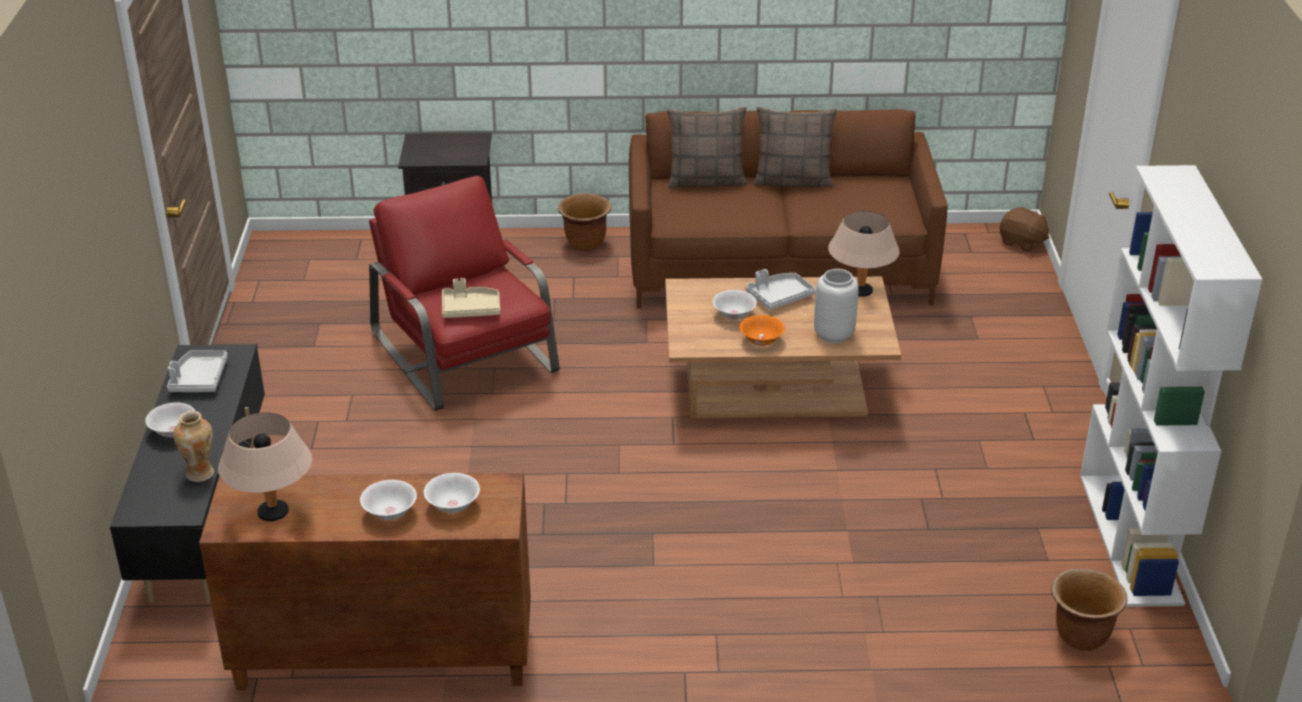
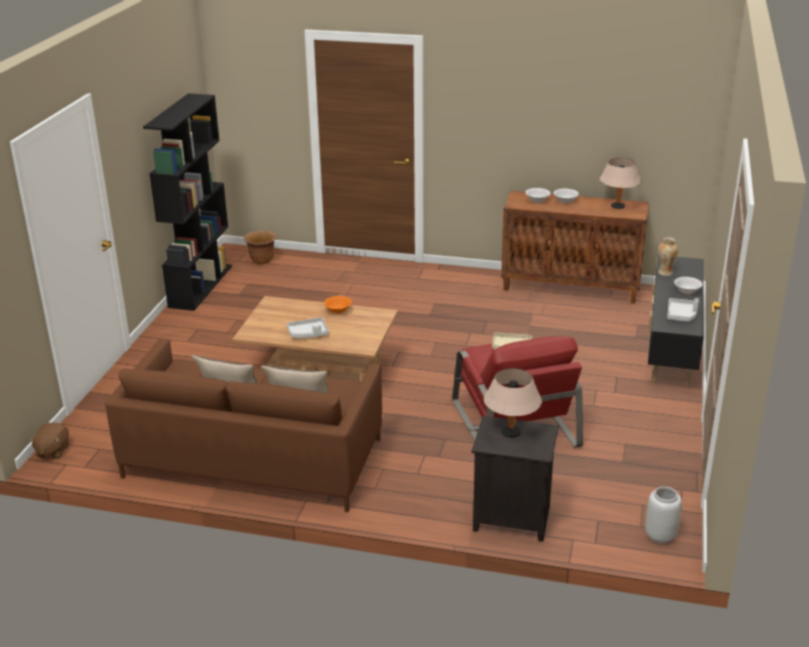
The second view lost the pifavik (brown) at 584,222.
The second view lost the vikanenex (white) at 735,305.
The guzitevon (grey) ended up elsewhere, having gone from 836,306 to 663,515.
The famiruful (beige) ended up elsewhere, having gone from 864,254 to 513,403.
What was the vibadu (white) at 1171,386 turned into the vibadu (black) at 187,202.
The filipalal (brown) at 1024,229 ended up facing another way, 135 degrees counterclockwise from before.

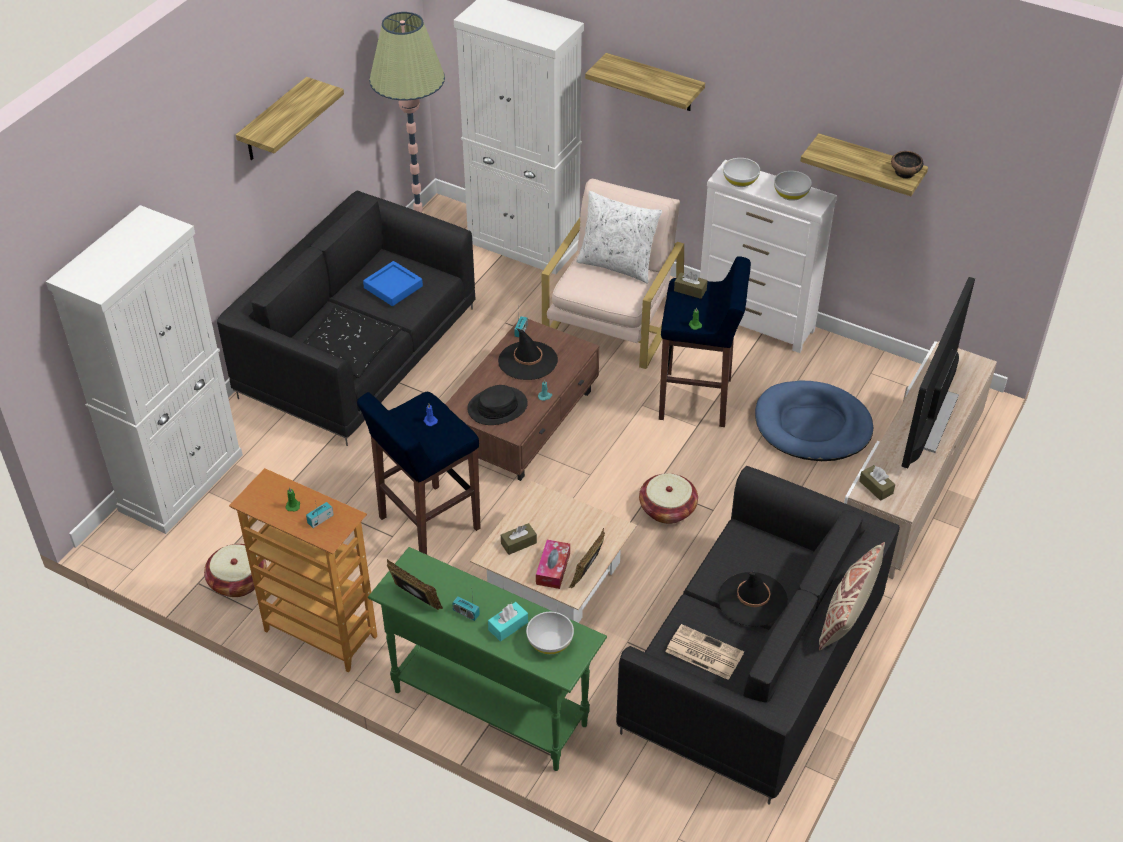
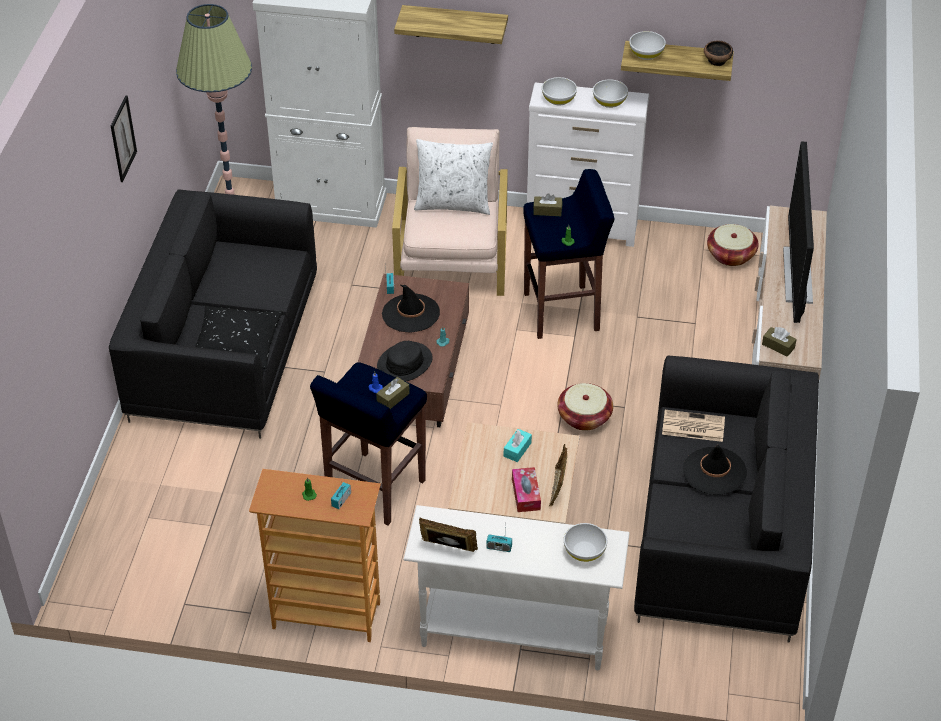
The second view lost the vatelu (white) at 144,369.
The second view lost the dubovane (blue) at 393,283.
The second view lost the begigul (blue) at 814,420.
The second view lost the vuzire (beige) at 852,596.
The second view gained the vikanenex (white) at 647,45.
The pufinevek ended up elsewhere, having gone from 235,570 to 732,245.
The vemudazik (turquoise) ended up elsewhere, having gone from 508,621 to 518,445.
The vemudazik (brown) ended up elsewhere, having gone from 519,539 to 393,393.
The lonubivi ended up elsewhere, having gone from 704,652 to 693,426.
Where the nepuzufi hung at 290,118, the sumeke came to hang at 124,139.
What was the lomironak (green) at 487,659 turned into the lomironak (white) at 516,588.

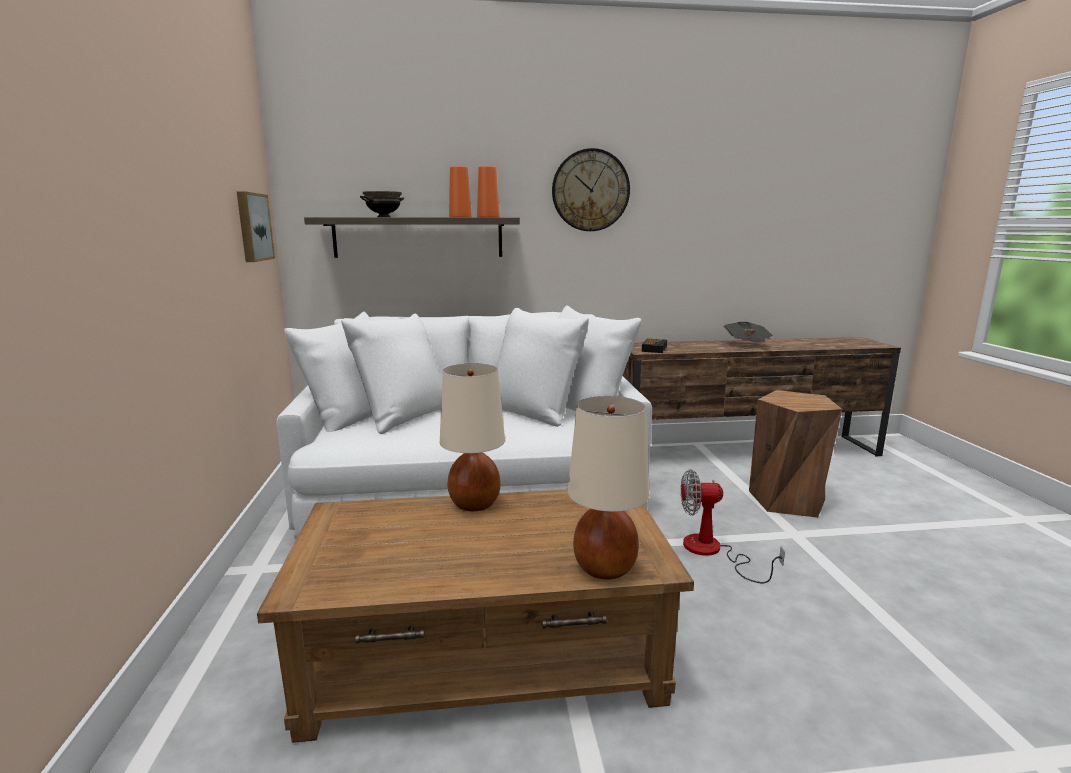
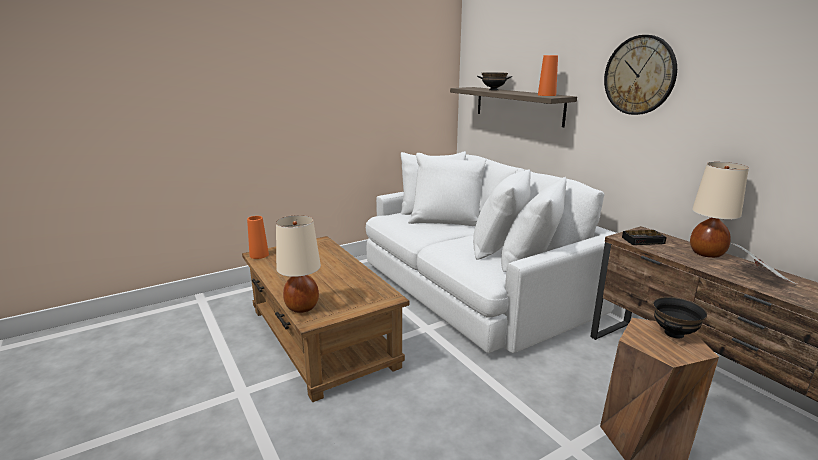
The second view lost the sumeke at 256,226.
The second view lost the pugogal at 733,526.
The second view gained the vikanenex (black) at 680,318.
The famiruful (beige) ended up elsewhere, having gone from 472,437 to 719,210.
The guzitevon (orange) ended up elsewhere, having gone from 460,191 to 258,237.

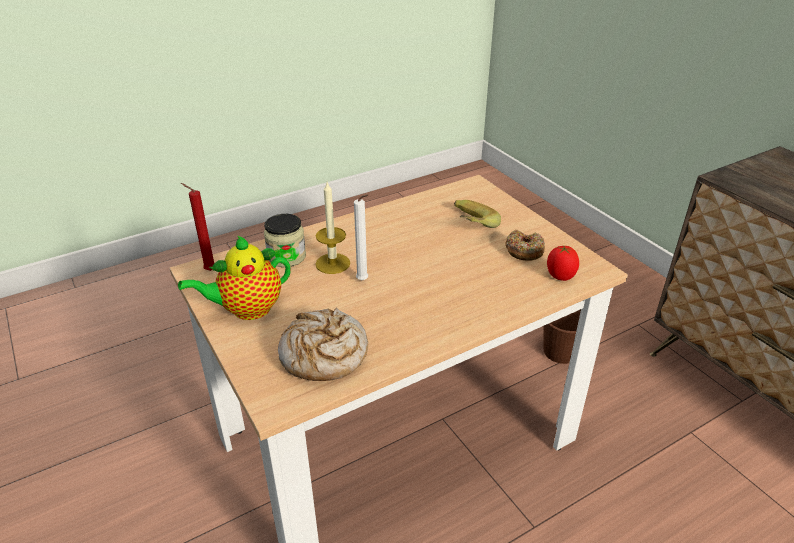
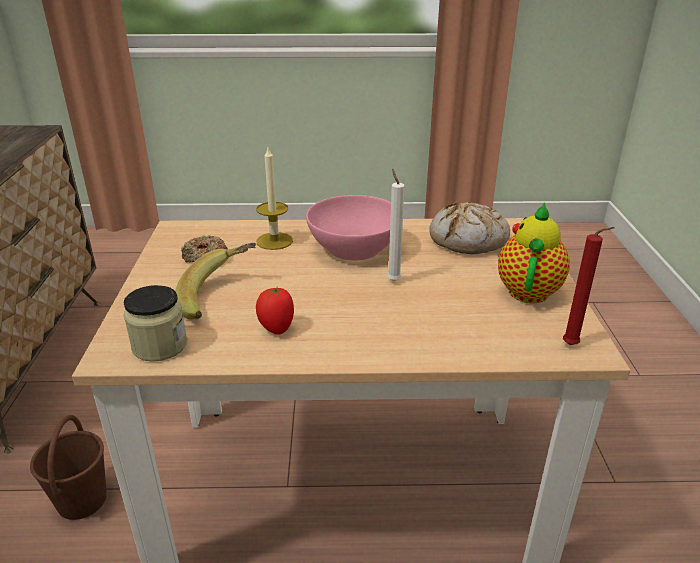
The second view gained the vikanenex (pink) at 348,227.
The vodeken ended up elsewhere, having gone from 285,240 to 155,323.
The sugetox ended up elsewhere, having gone from 332,228 to 274,199.
The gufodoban ended up elsewhere, having gone from 563,263 to 275,310.
The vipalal at 234,278 ended up facing another way, 75 degrees counterclockwise from before.

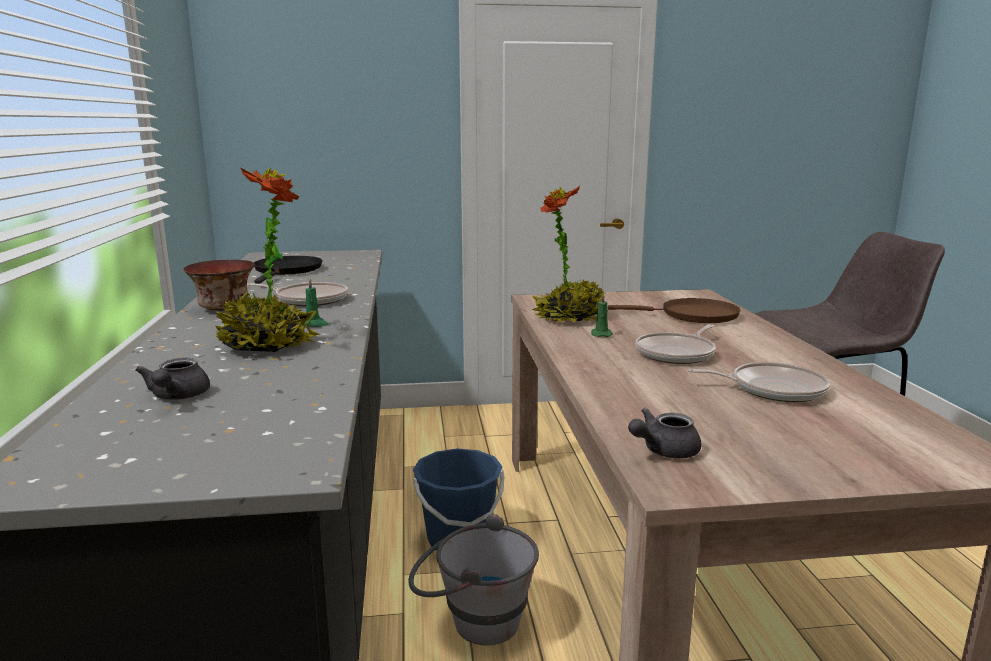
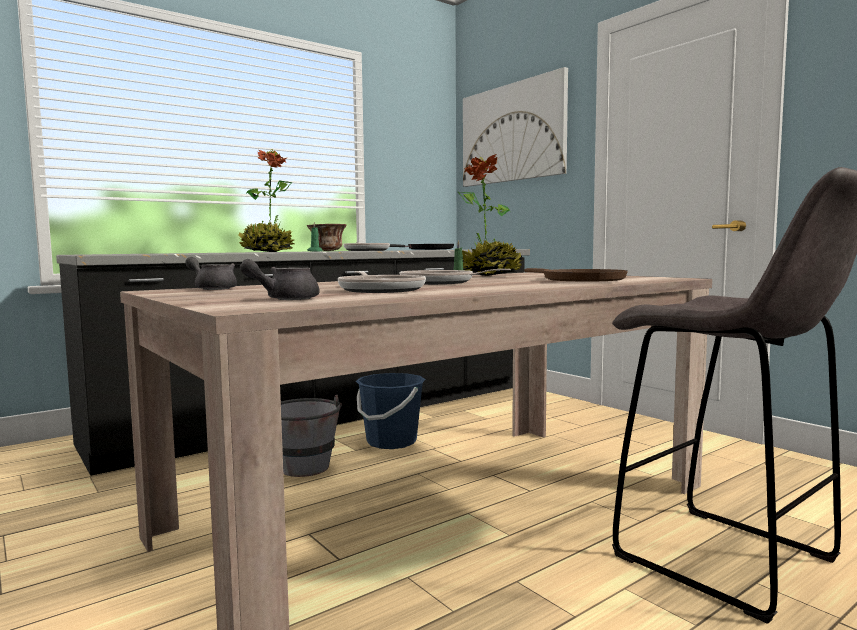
The second view gained the sumeke at 515,127.
The vipalal (grey) ended up elsewhere, having gone from 172,379 to 280,279.

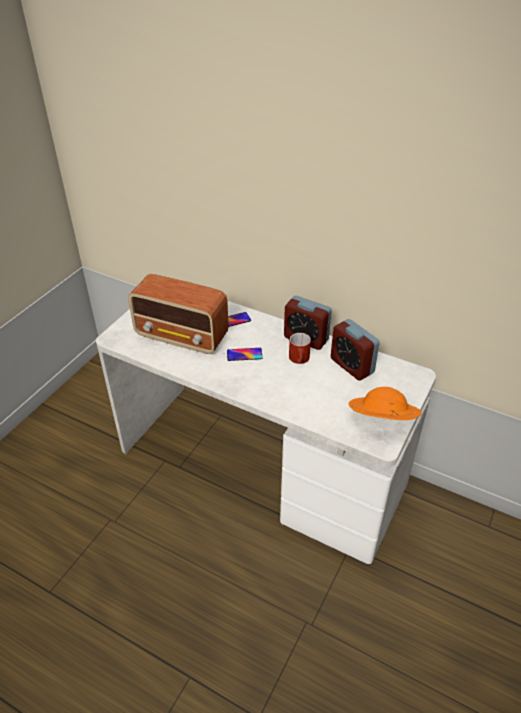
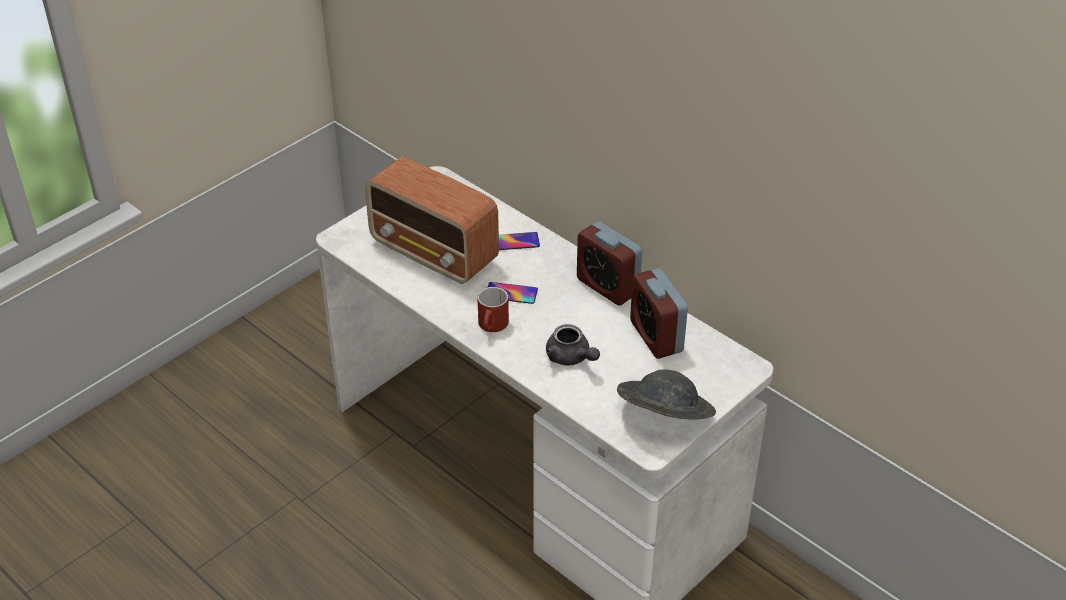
The second view gained the vipalal (grey) at 573,344.
The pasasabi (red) ended up elsewhere, having gone from 300,348 to 493,309.
What was the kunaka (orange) at 385,403 turned into the kunaka (grey) at 666,395.

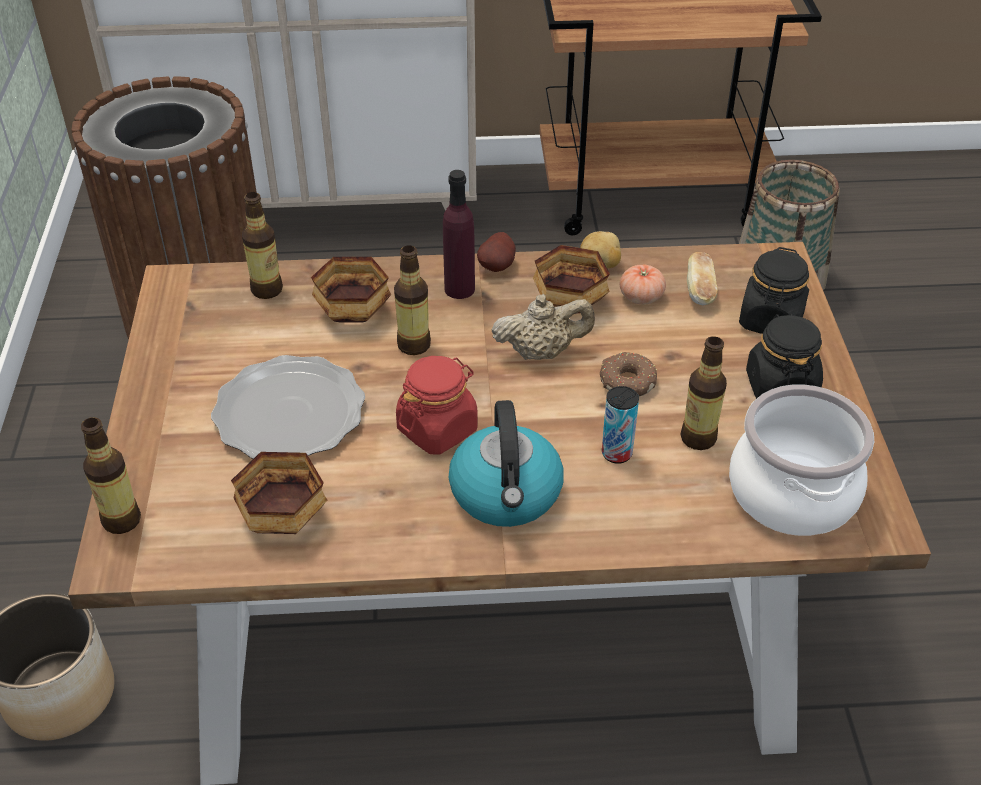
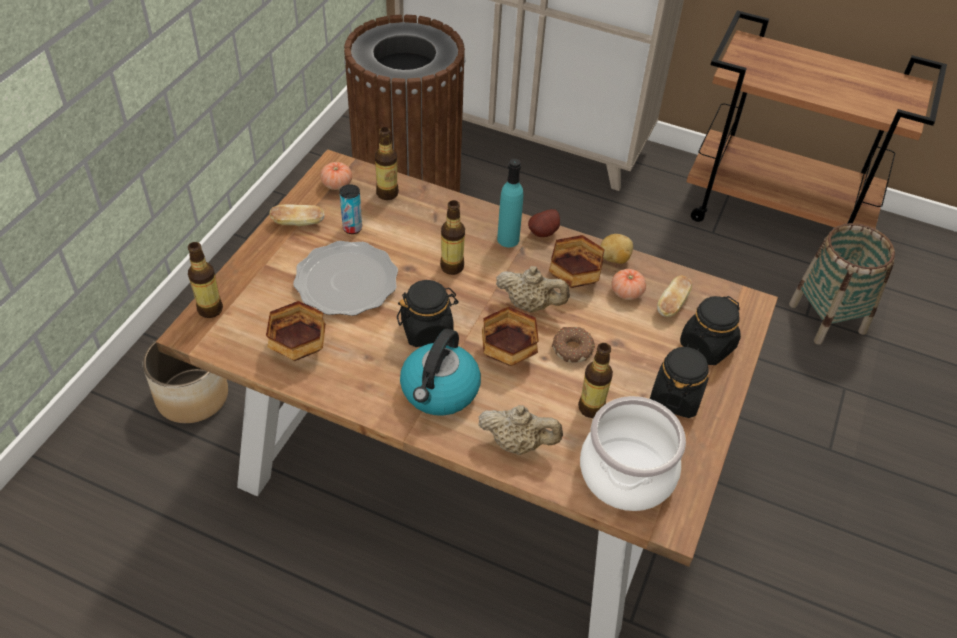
The second view gained the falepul at 296,215.
The second view gained the gufodoban at 336,176.
The second view gained the vipalal (beige) at 520,430.
The vikanenex ended up elsewhere, having gone from 351,290 to 510,336.
The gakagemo ended up elsewhere, having gone from 620,425 to 350,209.
What was the vodeken (red) at 437,405 turned into the vodeken (black) at 428,313.
What was the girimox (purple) at 459,234 turned into the girimox (turquoise) at 510,203.

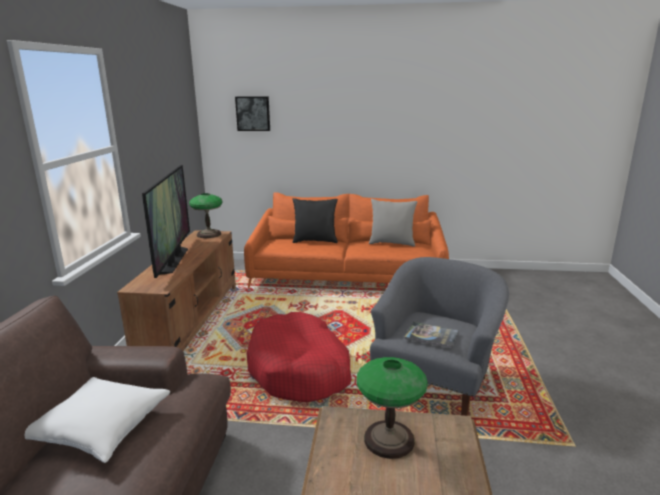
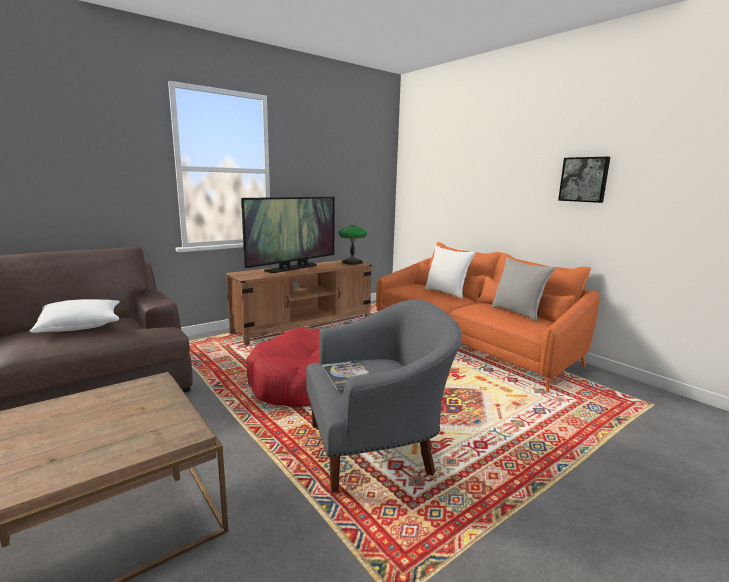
The second view lost the famiruful at 392,408.
The sumeke ended up elsewhere, having gone from 252,113 to 584,180.
What was the vuzire (black) at 315,220 turned into the vuzire (white) at 450,272.

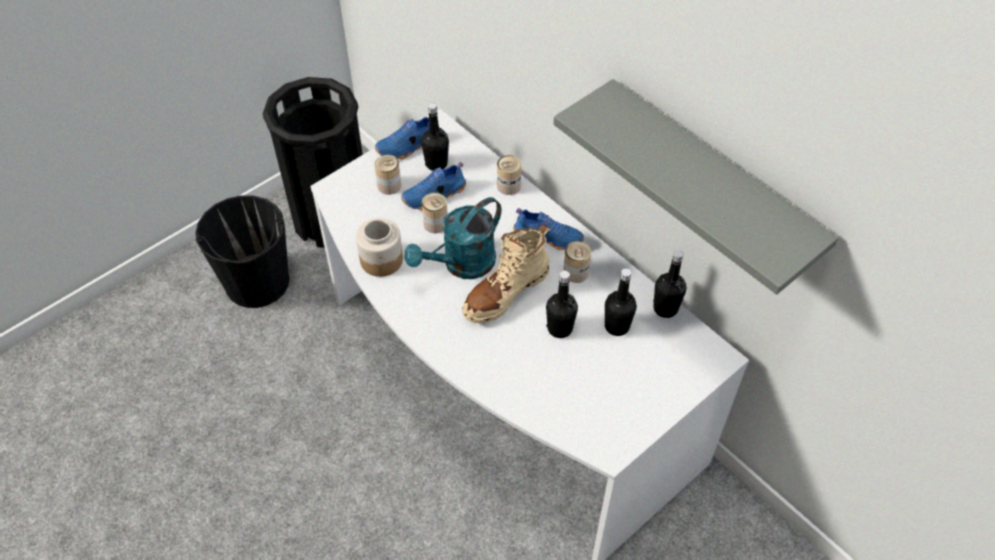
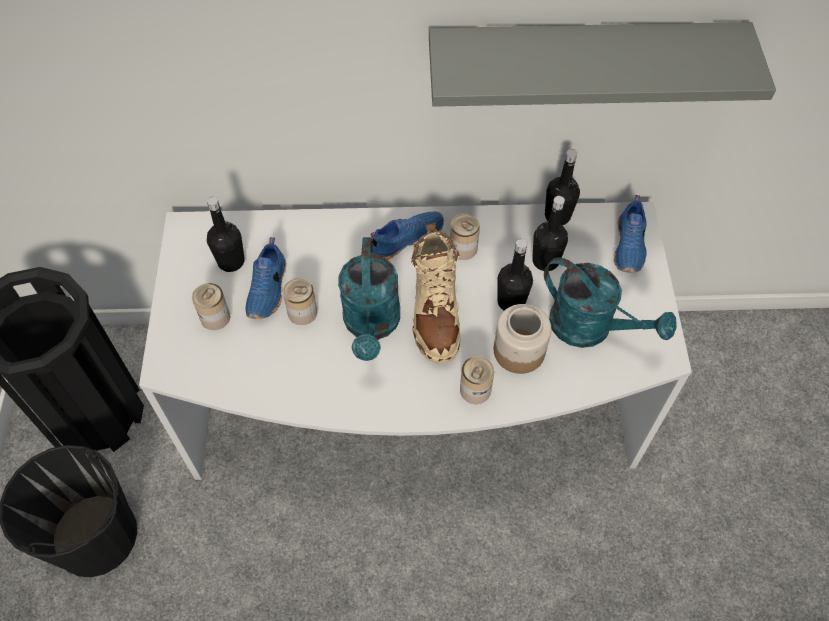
The second view gained the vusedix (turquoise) at 610,302.
The vodeken ended up elsewhere, having gone from 379,247 to 522,339.
The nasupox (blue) ended up elsewhere, having gone from 402,138 to 630,234.
The gakagemo ended up elsewhere, having gone from 509,175 to 477,380.

